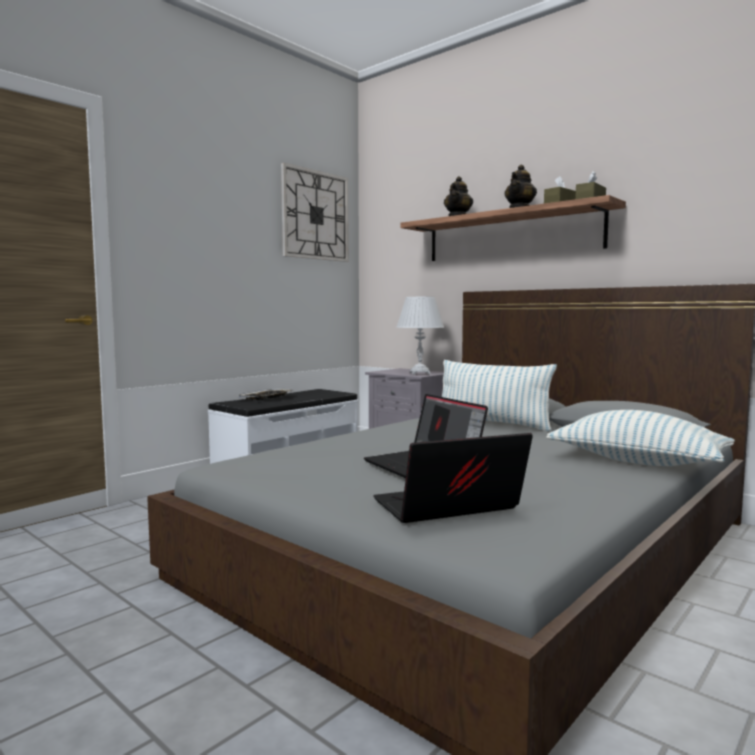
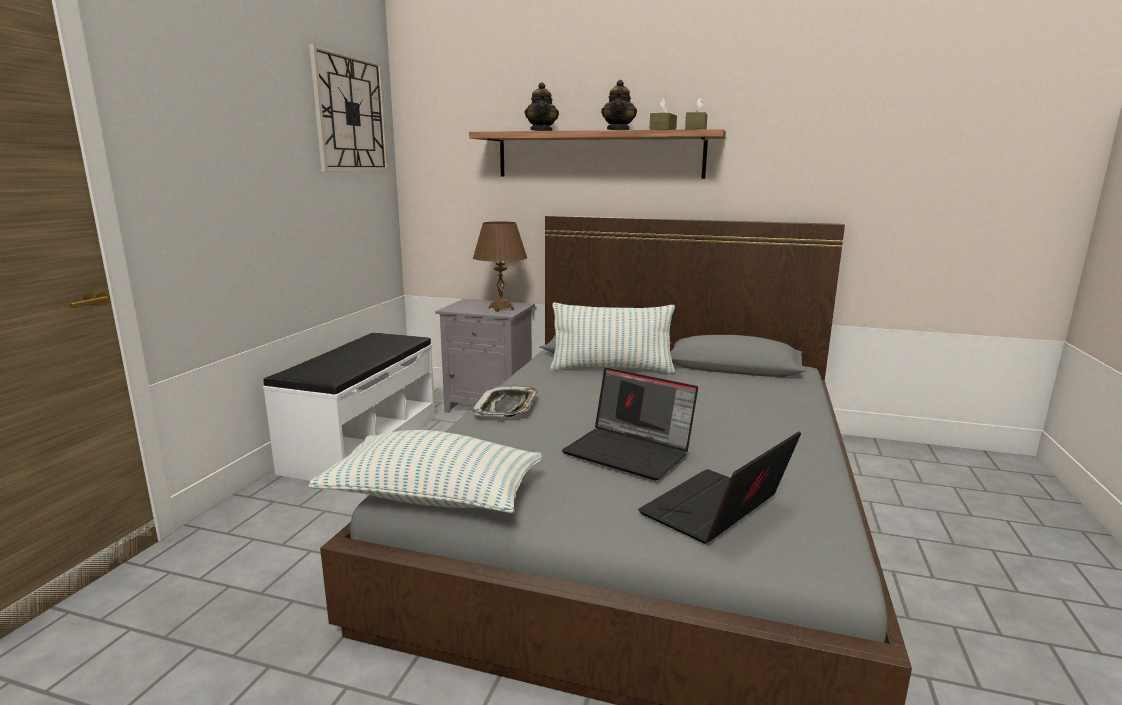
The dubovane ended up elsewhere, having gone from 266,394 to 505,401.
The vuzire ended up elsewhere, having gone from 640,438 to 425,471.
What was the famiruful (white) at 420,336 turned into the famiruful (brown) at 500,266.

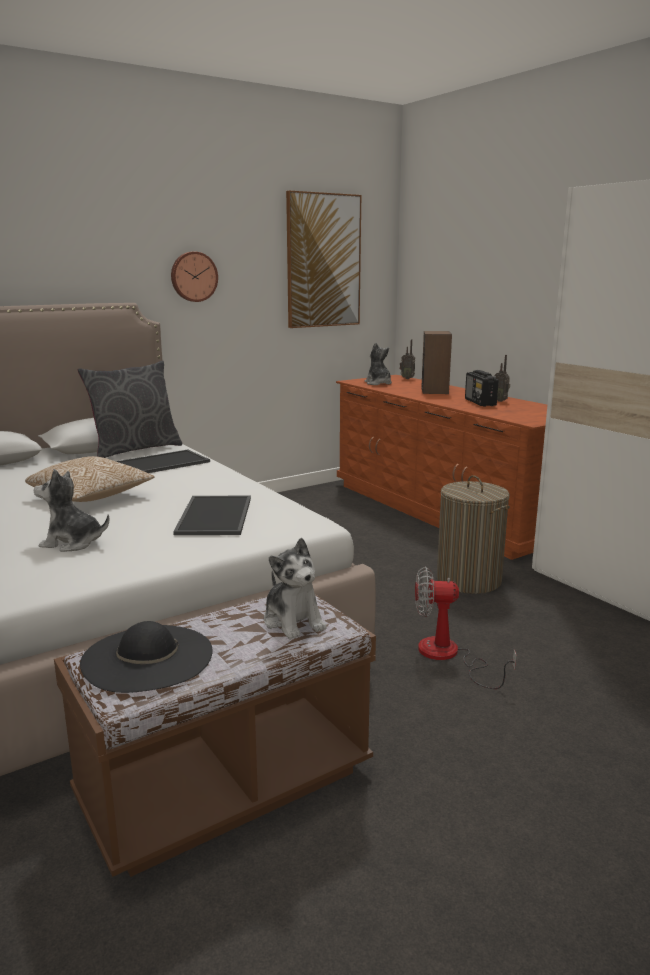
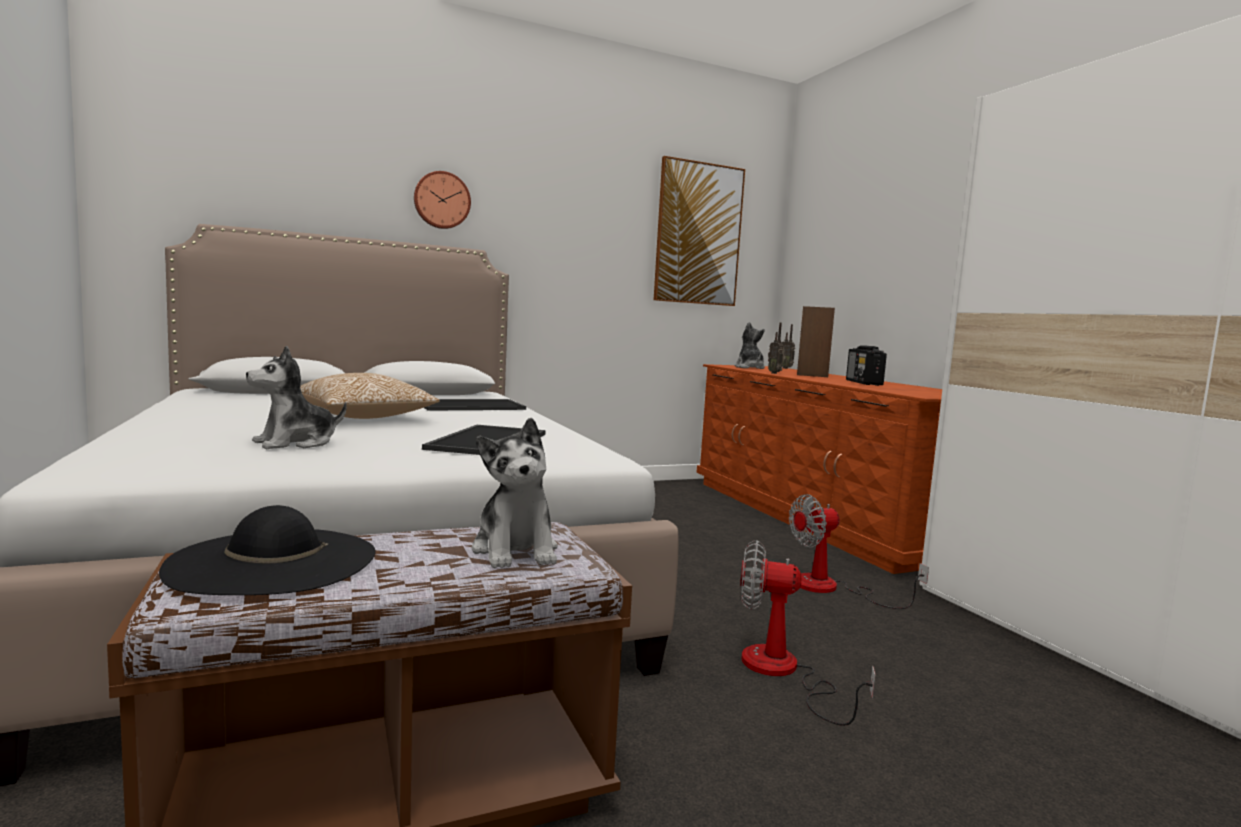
The second view lost the vuzire (grey) at 130,409.
The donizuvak ended up elsewhere, having gone from 194,277 to 442,200.
The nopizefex ended up elsewhere, having gone from 502,378 to 777,348.
Where the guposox stood at 473,534, the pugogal came to stand at 859,551.
The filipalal at 71,510 ended up facing another way, 60 degrees counterclockwise from before.

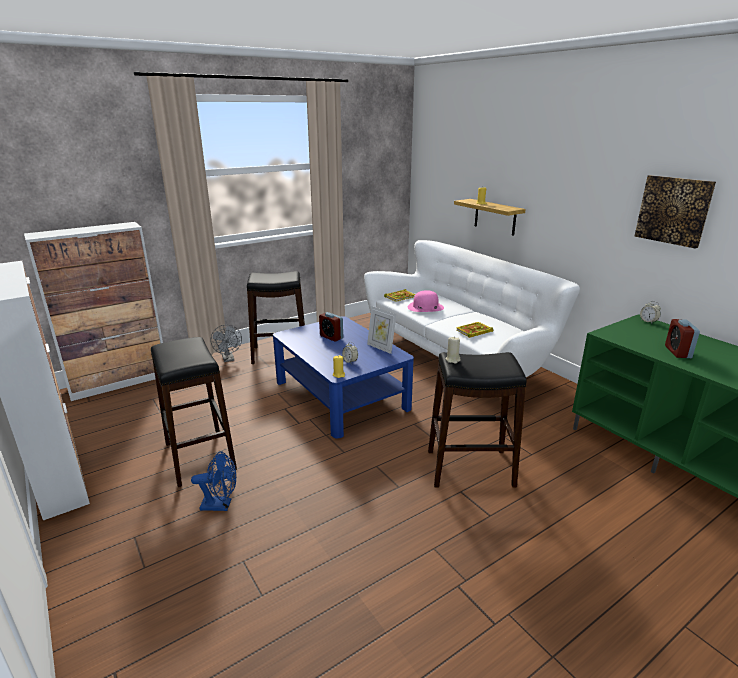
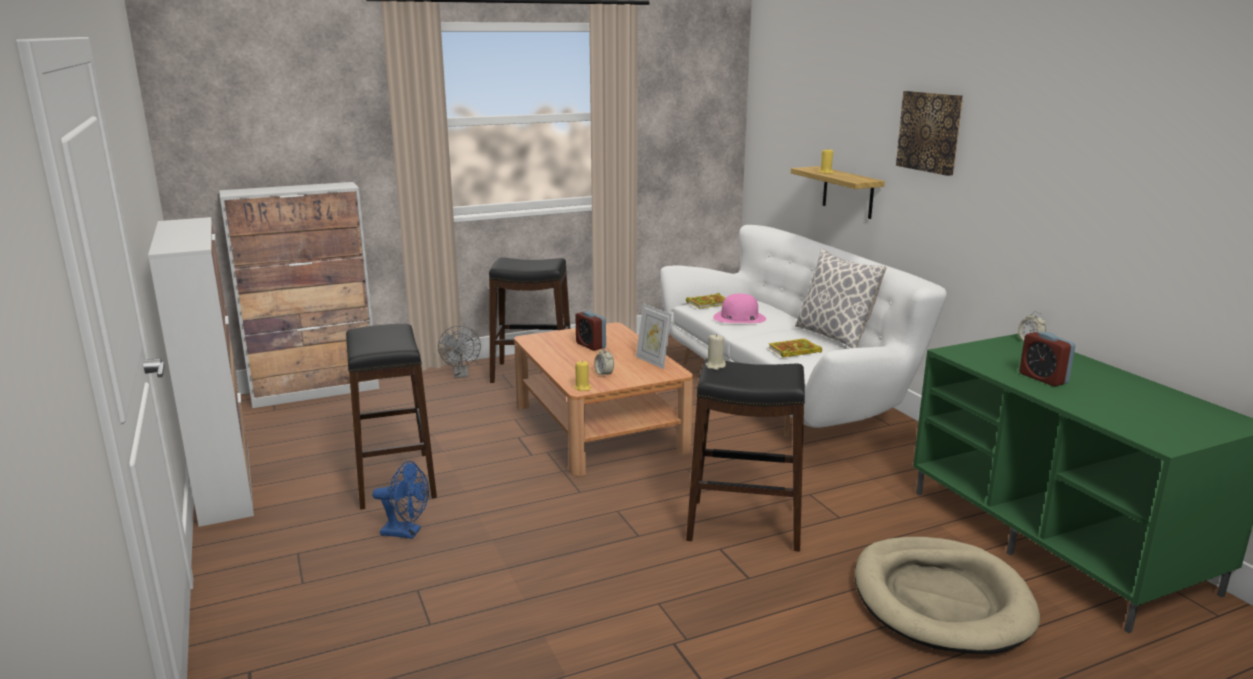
The second view gained the vuzire at 841,298.
The second view gained the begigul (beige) at 947,595.
The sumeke ended up elsewhere, having gone from 675,211 to 929,133.
What was the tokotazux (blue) at 343,377 turned into the tokotazux (brown) at 603,399.
The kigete at 682,338 ended up facing another way, 45 degrees counterclockwise from before.

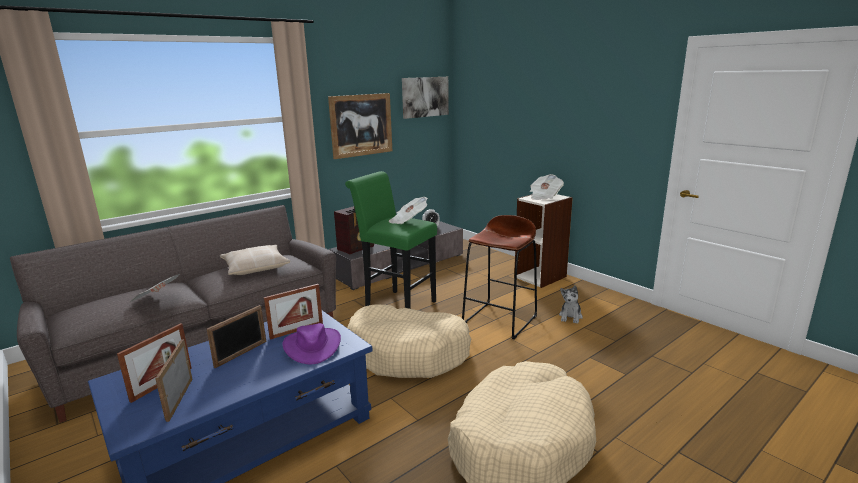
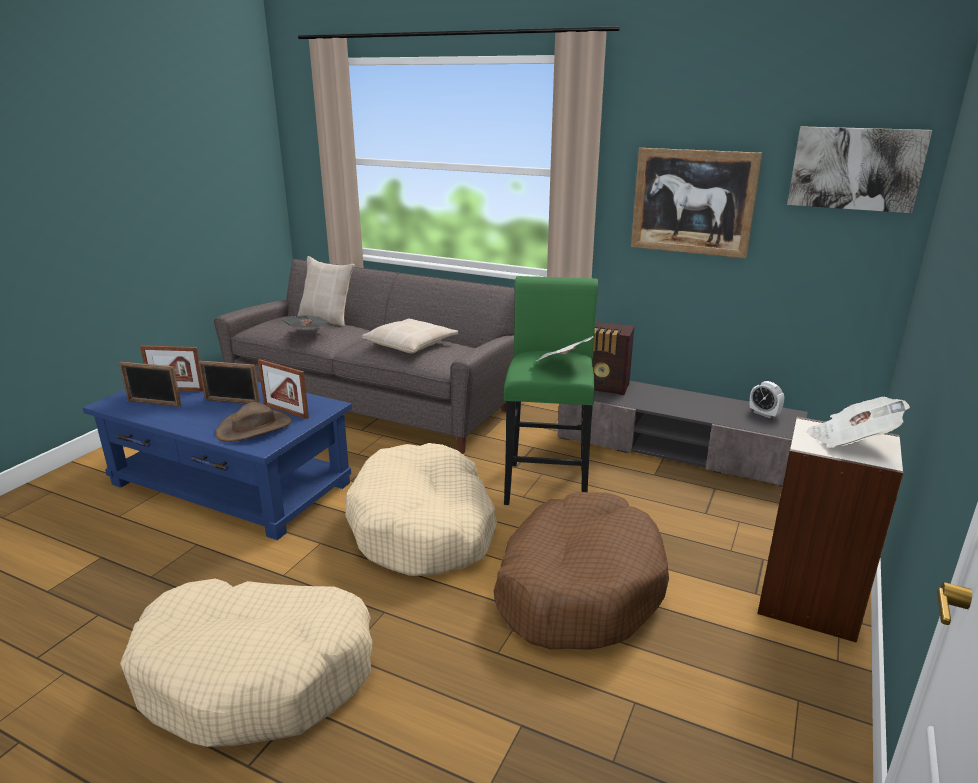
The second view lost the filipalal at 571,304.
The second view gained the vuzire (beige) at 326,291.
Where the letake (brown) stood at 499,277, the begigul (brown) came to stand at 581,571.
What was the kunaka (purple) at 311,343 turned into the kunaka (brown) at 253,422.
The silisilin at 173,380 ended up facing another way, 135 degrees counterclockwise from before.

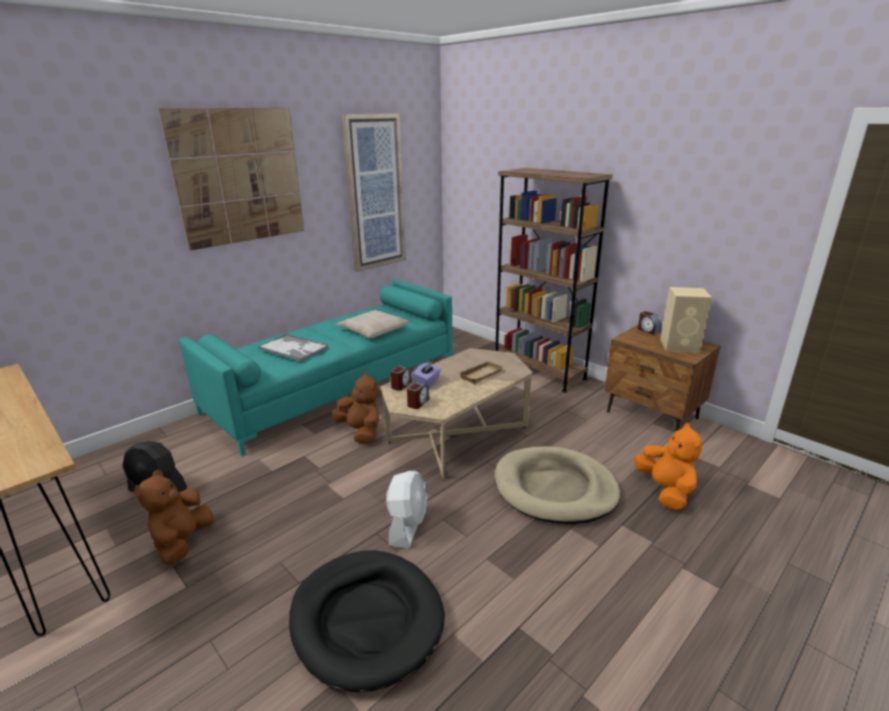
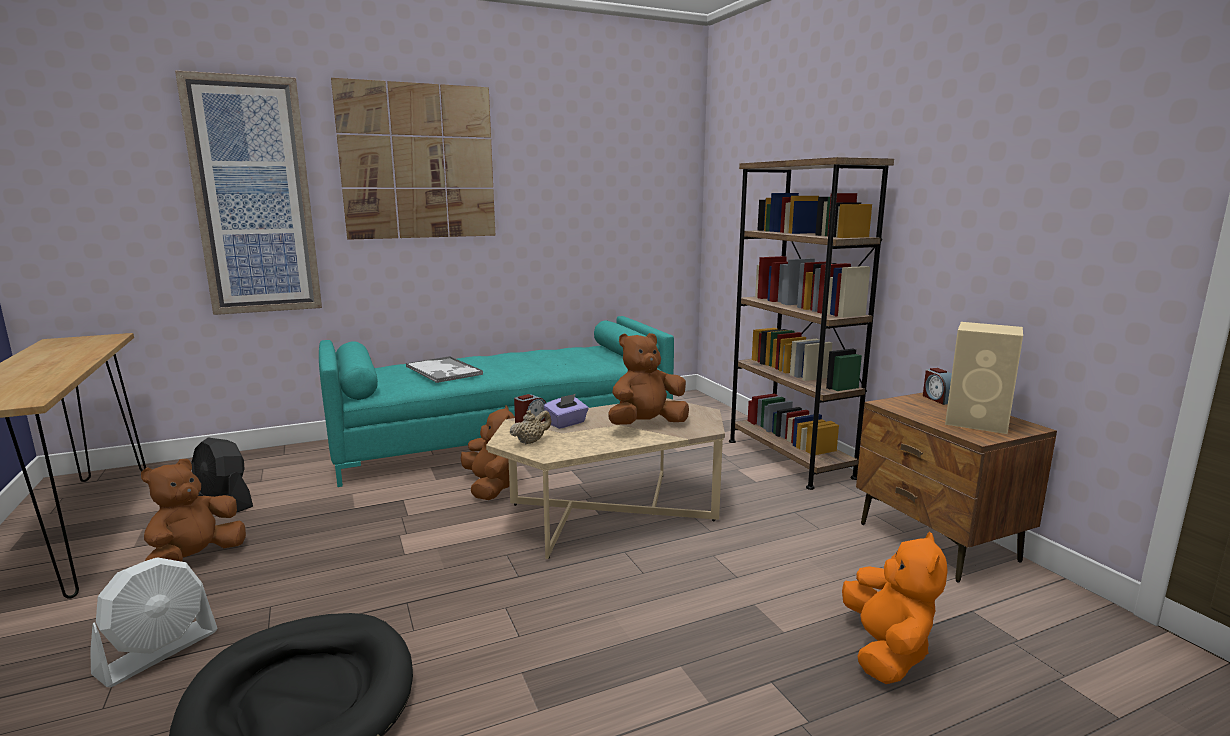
The second view lost the vuzire (beige) at 372,324.
The second view lost the begigul (beige) at 557,485.
The sumeke ended up elsewhere, having gone from 373,192 to 248,192.
The pugogal (white) ended up elsewhere, having gone from 406,510 to 154,622.
Where the kigete stood at 418,395, the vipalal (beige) came to stand at 530,427.
Where the dubovane (beige) stood at 481,372, the filipalal (brown) came to stand at 648,379.

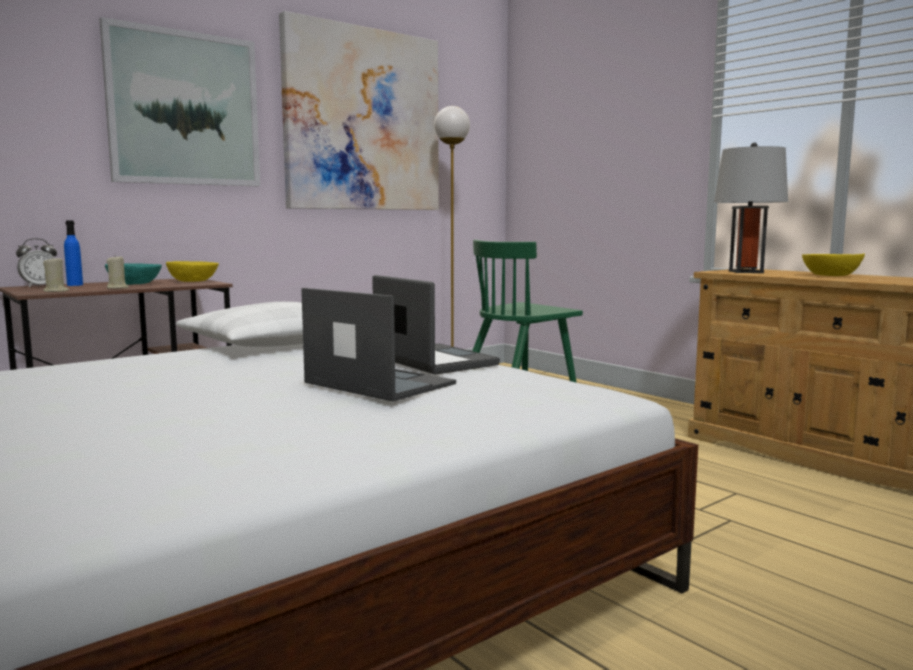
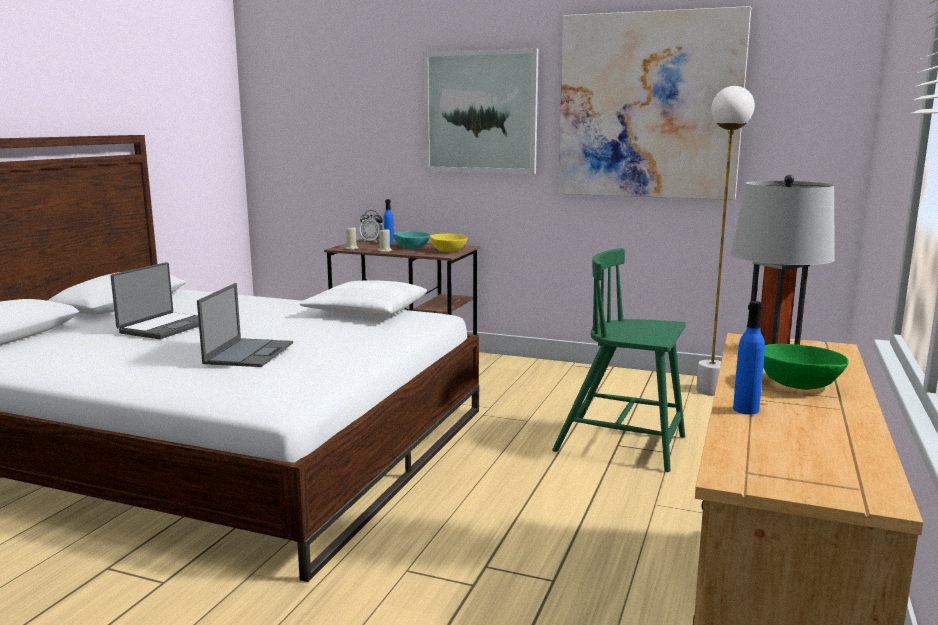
The second view gained the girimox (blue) at 749,357.
The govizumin ended up elsewhere, having gone from 436,324 to 154,300.
What was the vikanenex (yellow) at 833,264 turned into the vikanenex (green) at 806,367.

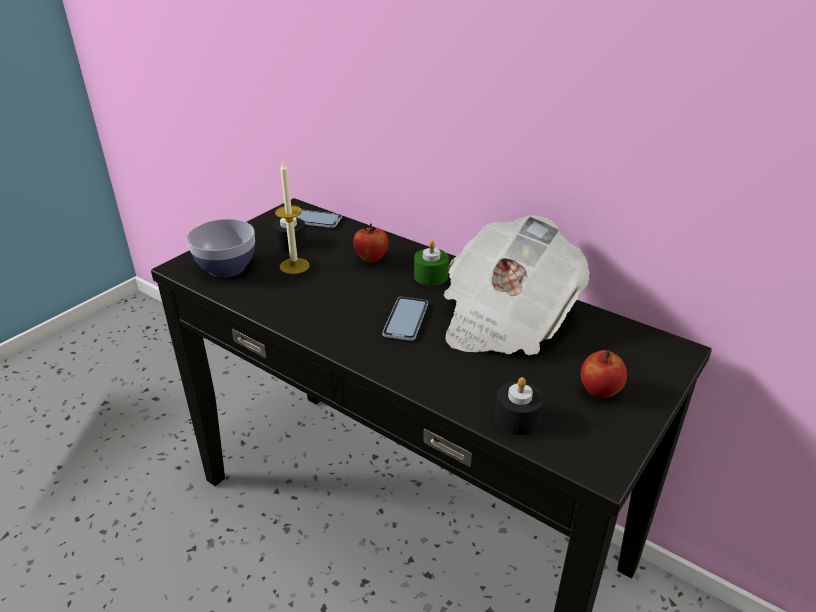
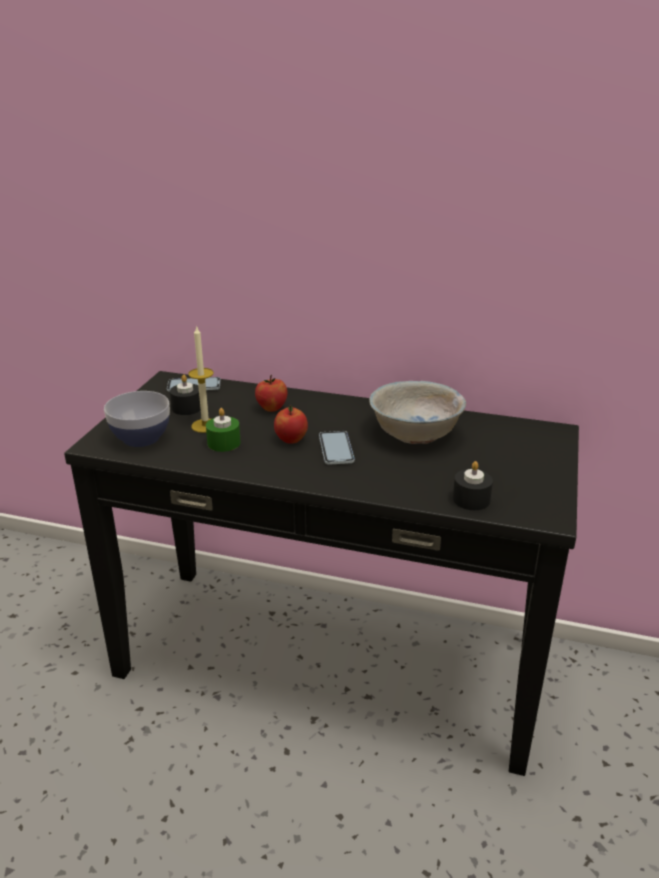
The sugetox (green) ended up elsewhere, having gone from 431,263 to 223,430.
The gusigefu ended up elsewhere, having gone from 604,374 to 291,424.
Where the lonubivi stood at 517,285, the vikanenex (white) came to stand at 417,412.

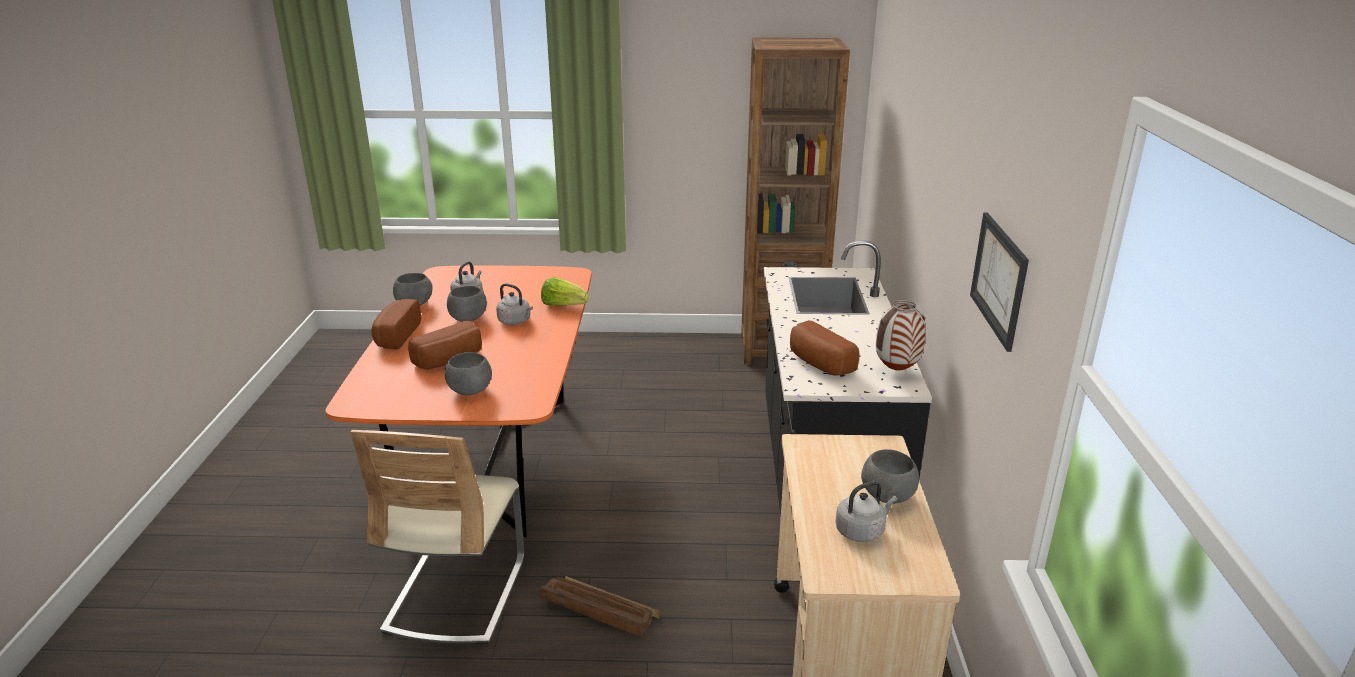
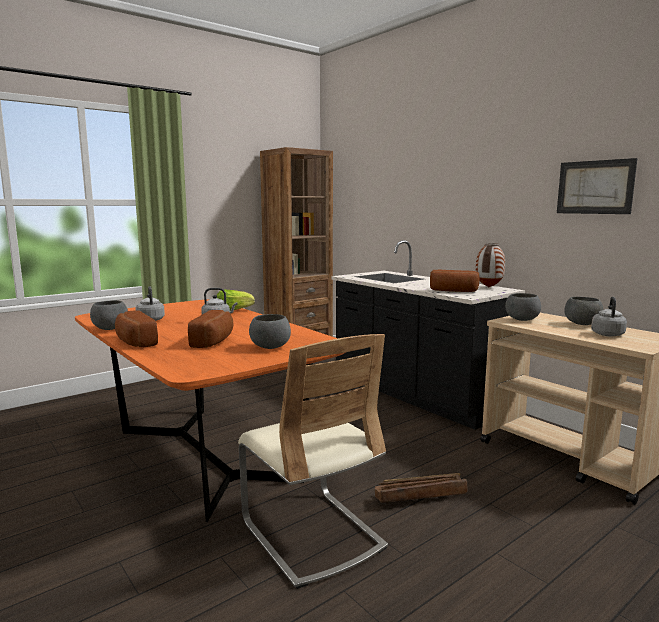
The vikanenex (grey) ended up elsewhere, having gone from 467,304 to 523,307.

